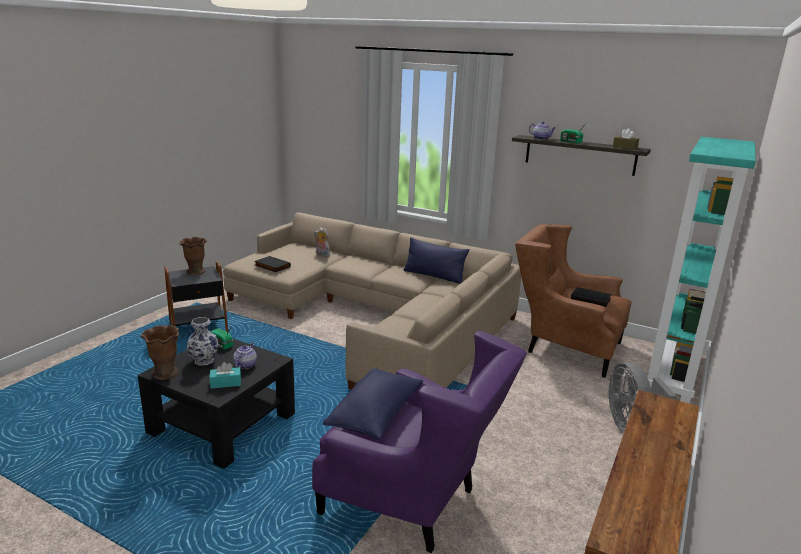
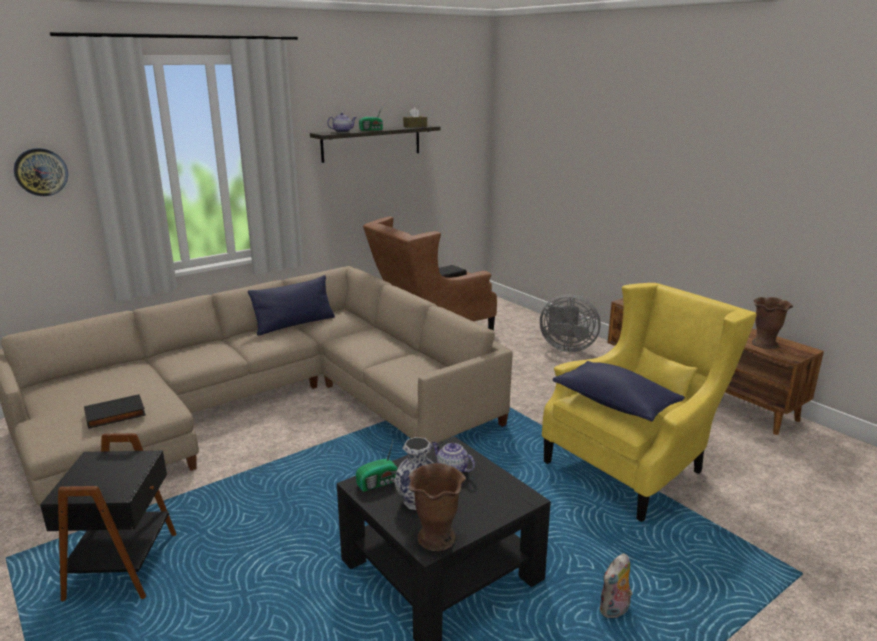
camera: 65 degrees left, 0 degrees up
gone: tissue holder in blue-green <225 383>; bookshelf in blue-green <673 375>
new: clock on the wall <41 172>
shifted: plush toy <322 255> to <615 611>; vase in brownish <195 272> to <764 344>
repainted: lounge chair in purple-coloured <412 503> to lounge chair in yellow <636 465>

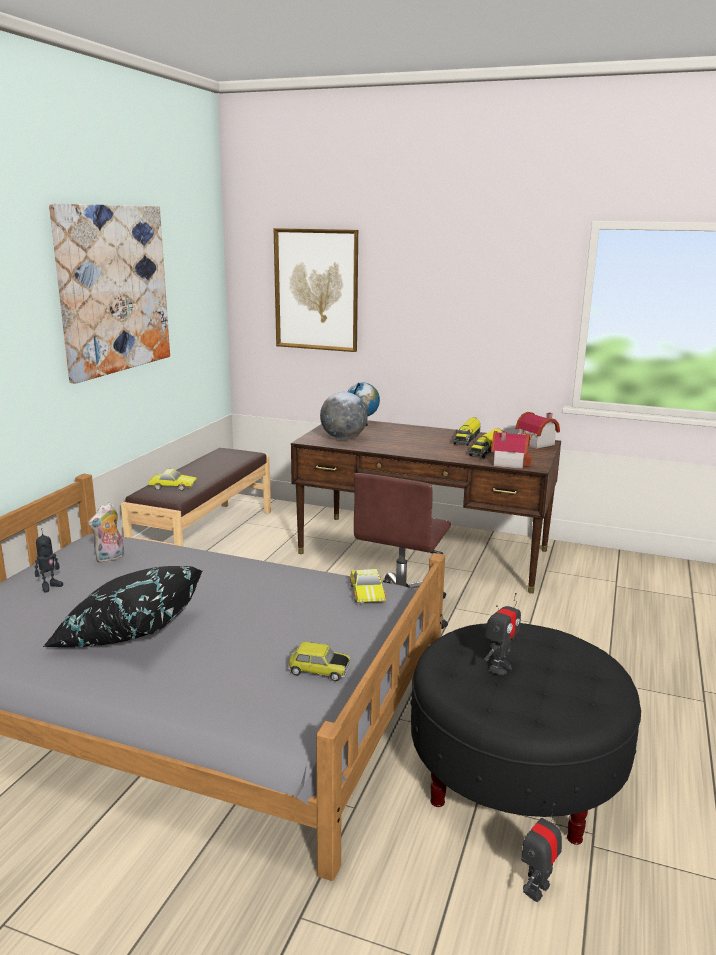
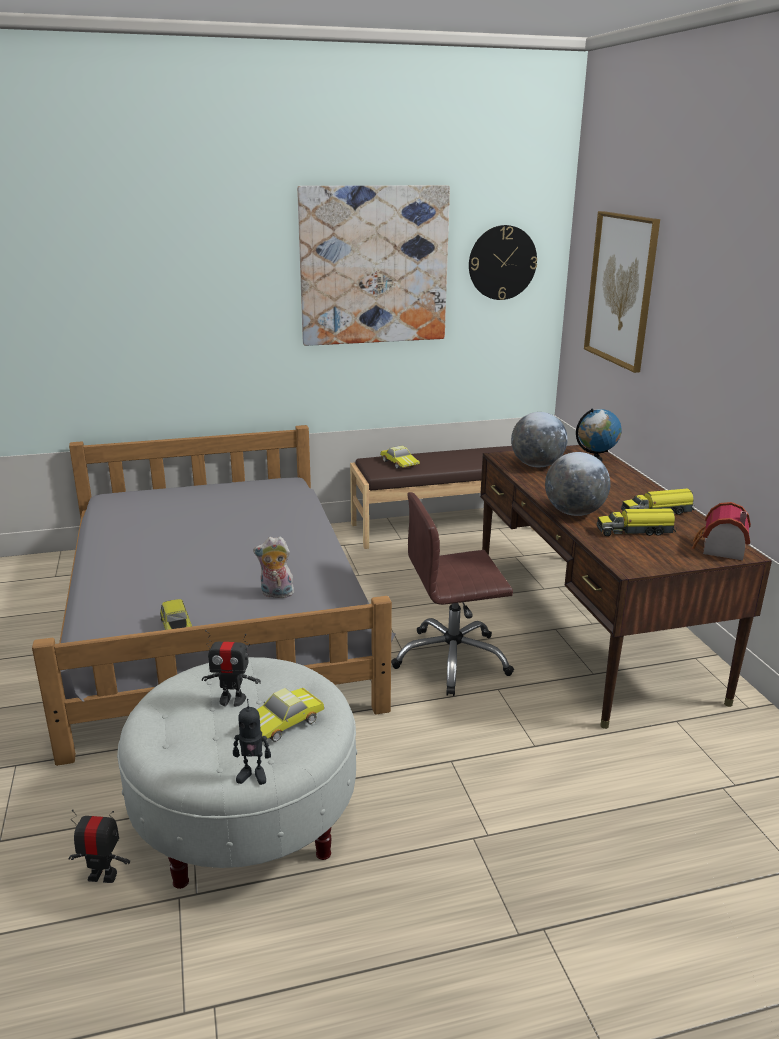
camera: 55 degrees right, 5 degrees up
gone: pillow in black-coloured <128 631>; toy house <508 462>
new: clock on the wall <502 262>; world globe <574 513>
shifted: robot figure <50 586> to <253 775>; plush toy <110 559> to <276 594>; toy car <368 592> to <284 723>
repainted: footrest in black-coloured <514 774> to footrest in whitish <246 817>

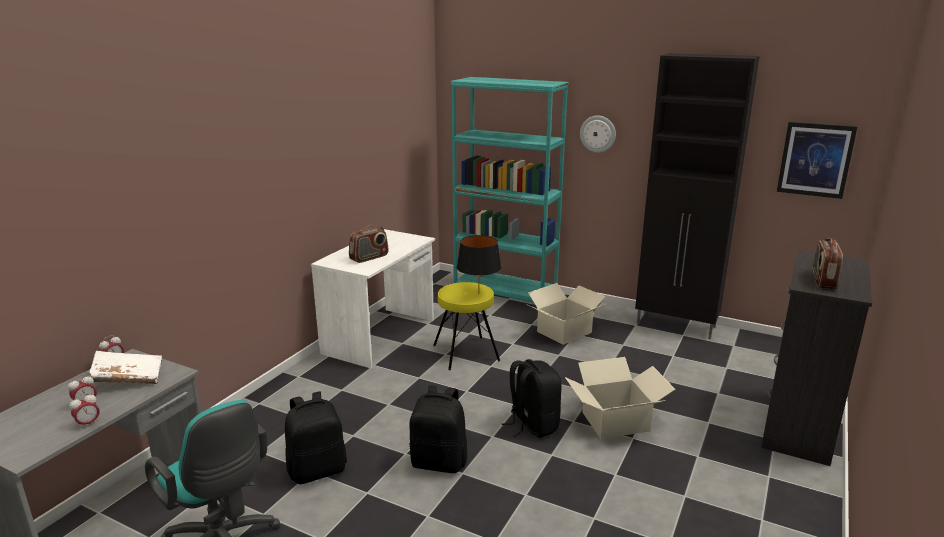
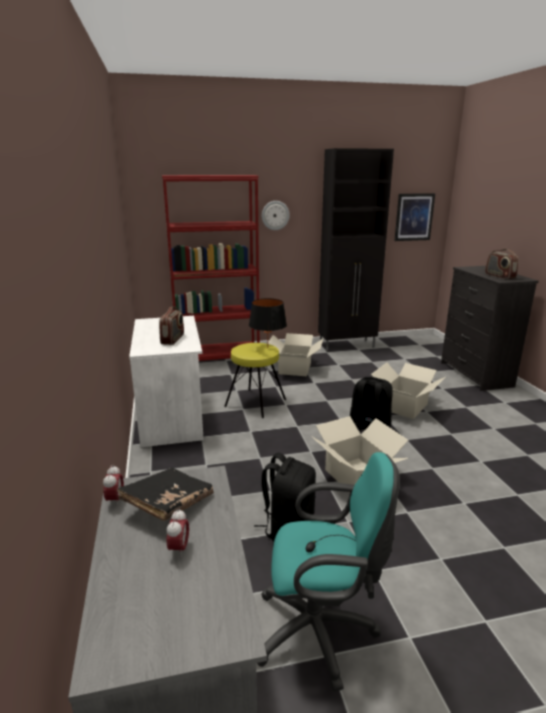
camera: 40 degrees left, 0 degrees up
gone: bedside clock <88 423>
swapped: rucksack in black-coloured <439 462> to cardboard box <357 476>
repainted: book in whitish <128 378> to book in black-coloured <168 504>; bookshelf in blue-green <505 293> to bookshelf in red-coloured <218 358>

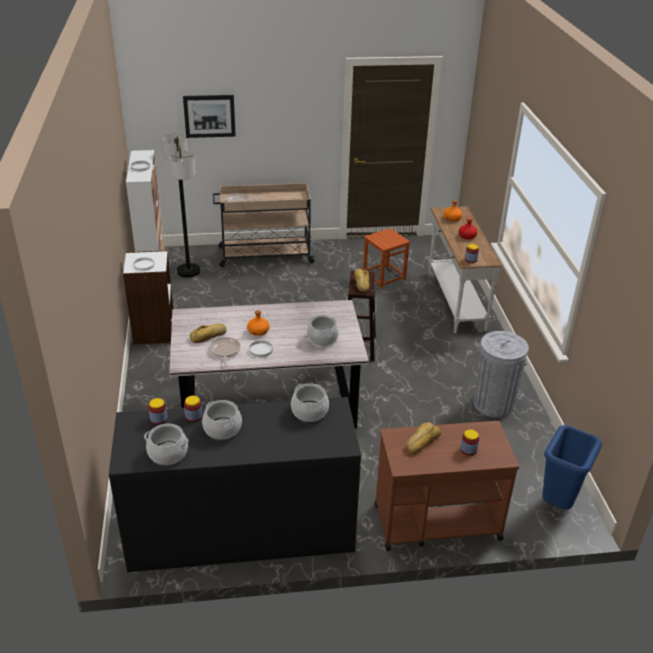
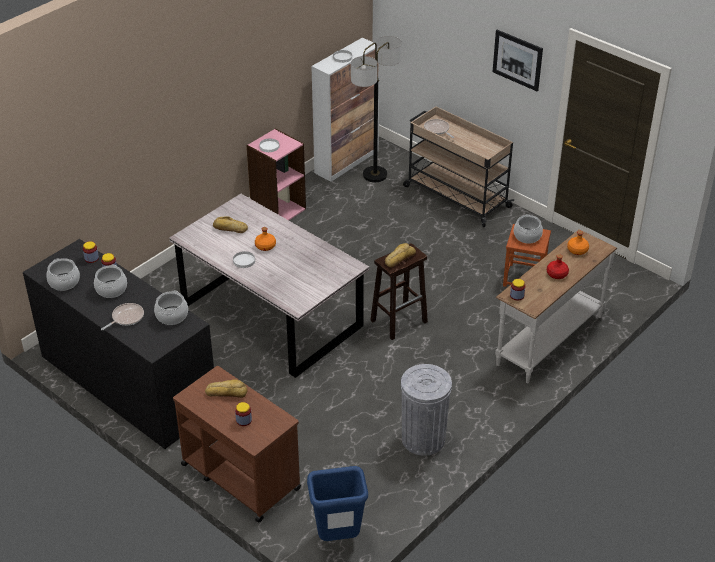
camera: 50 degrees right, 5 degrees up
shifted: pan <225 351> to <126 318>; picture <209 116> to <517 60>; cooking pot <322 338> to <527 236>
repainted: bookshelf in whitish <153 331> to bookshelf in pink-coloured <278 210>

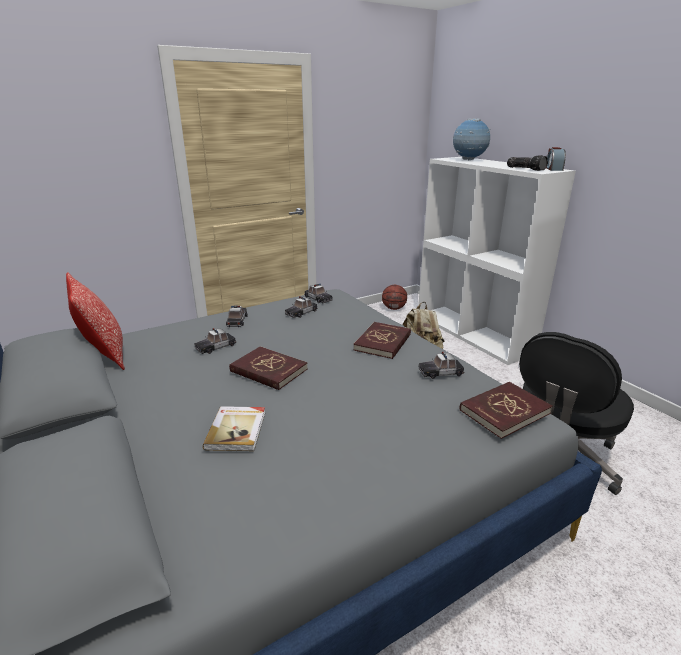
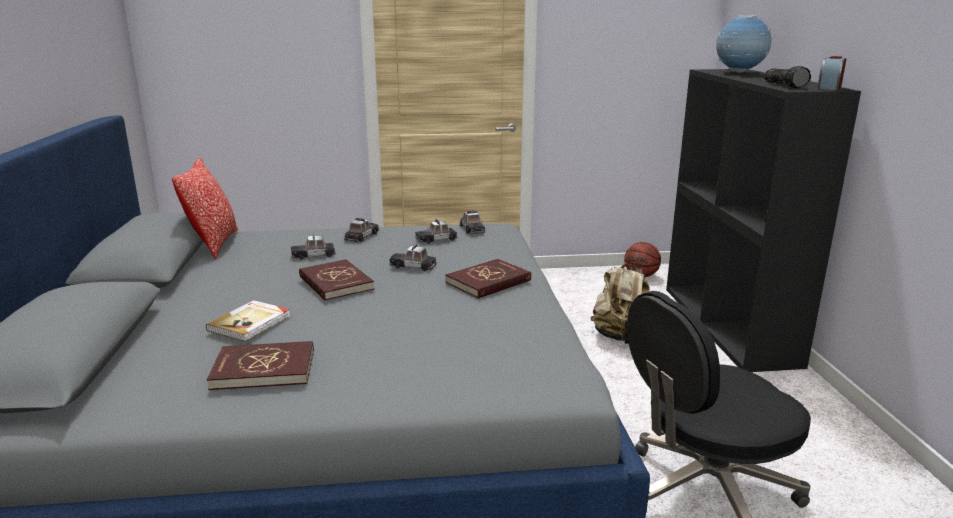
camera: 25 degrees right, 5 degrees down
shifted: book in red-coloured <504 411> to <264 369>; toy car <440 372> to <413 265>
repainted: bookshelf in whitish <474 333> to bookshelf in black-coloured <730 325>

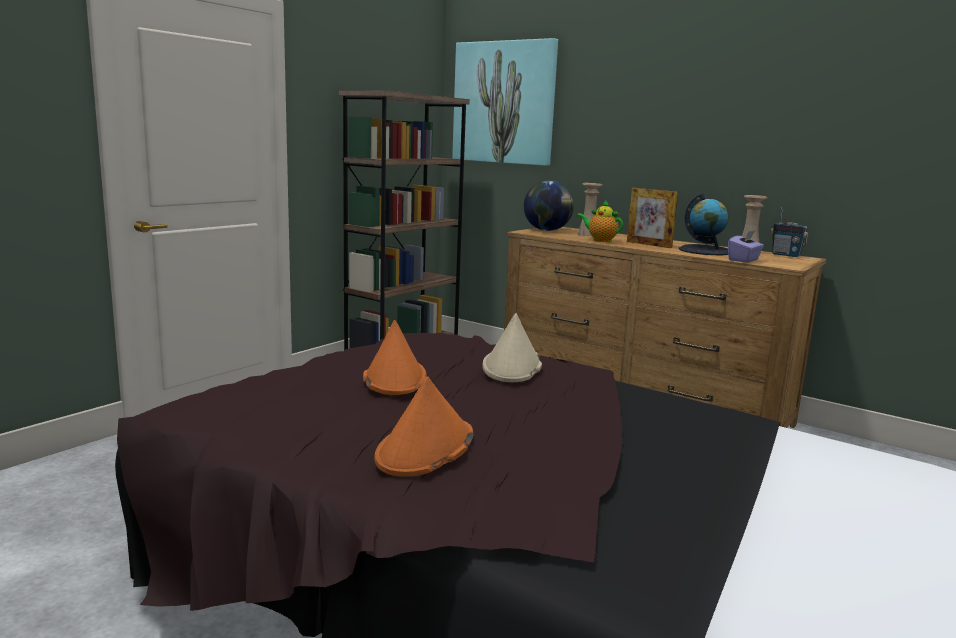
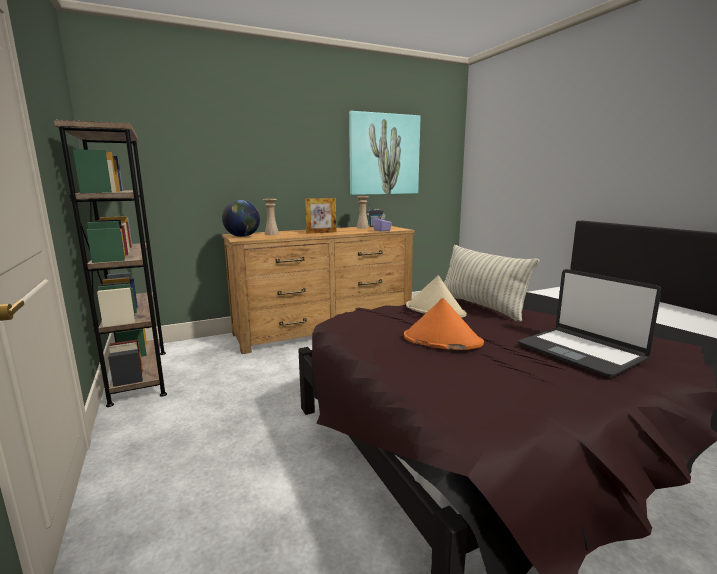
camera: 60 degrees left, 0 degrees up
gone: pot for tea <600 240>; world globe <705 251>
new: pillow <481 306>
shifted: picture <504 103> to <384 154>
swapped: wearable hat in orange <425 448> to portable computer <581 352>

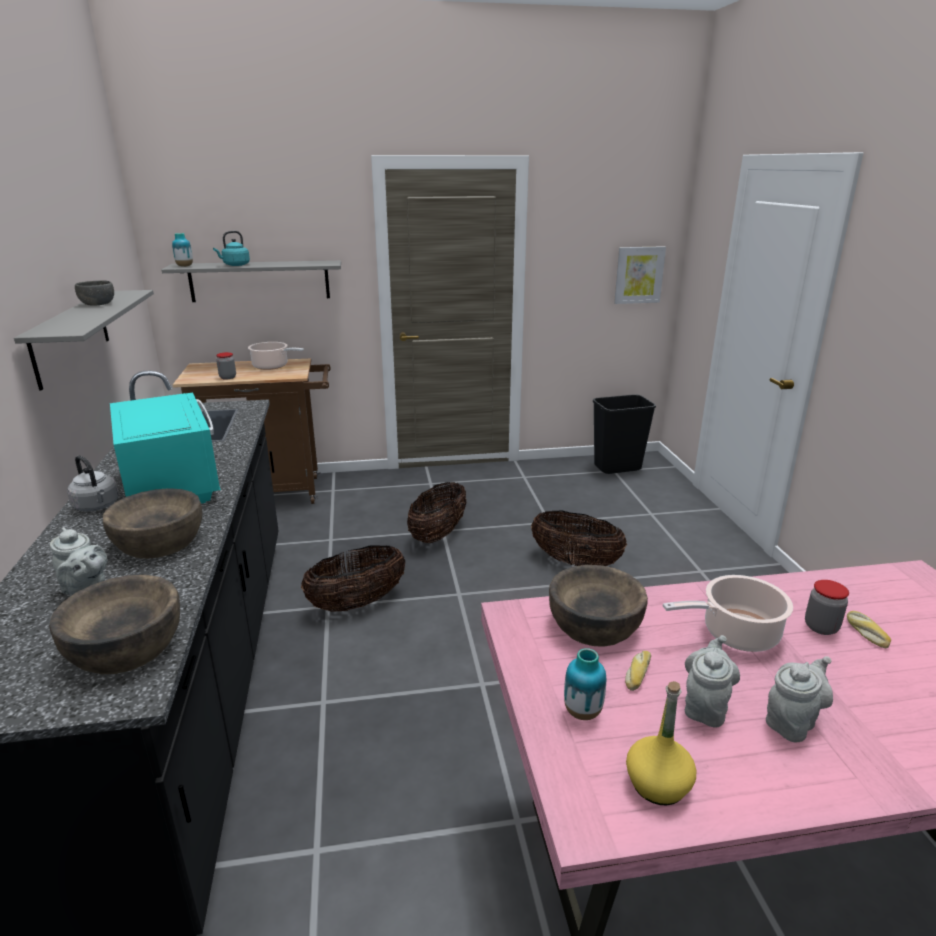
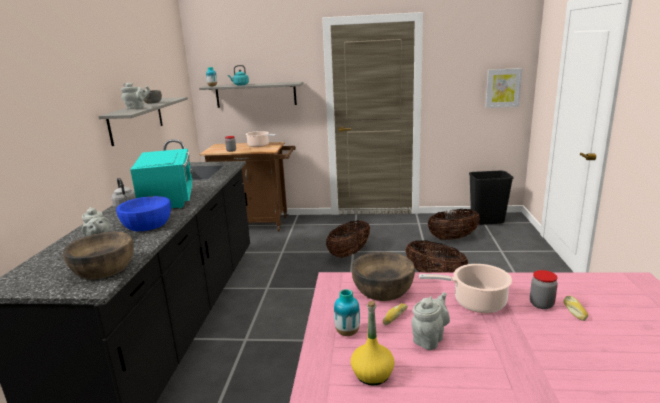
camera: 15 degrees right, 5 degrees down
shifted: pot for tea in gray <792 722> to <137 108>; storage basket <357 603> to <453 238>
repainted: serving bowl in brownish <159 541> to serving bowl in blue-coloured <147 224>

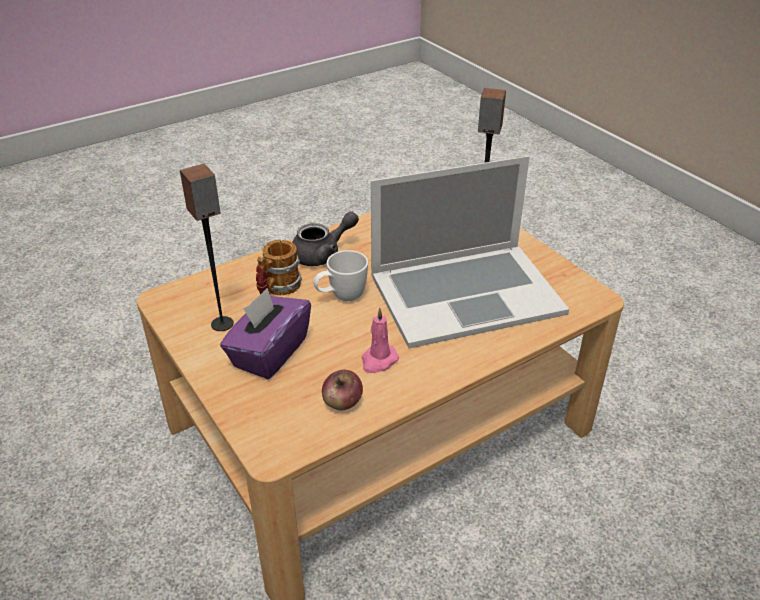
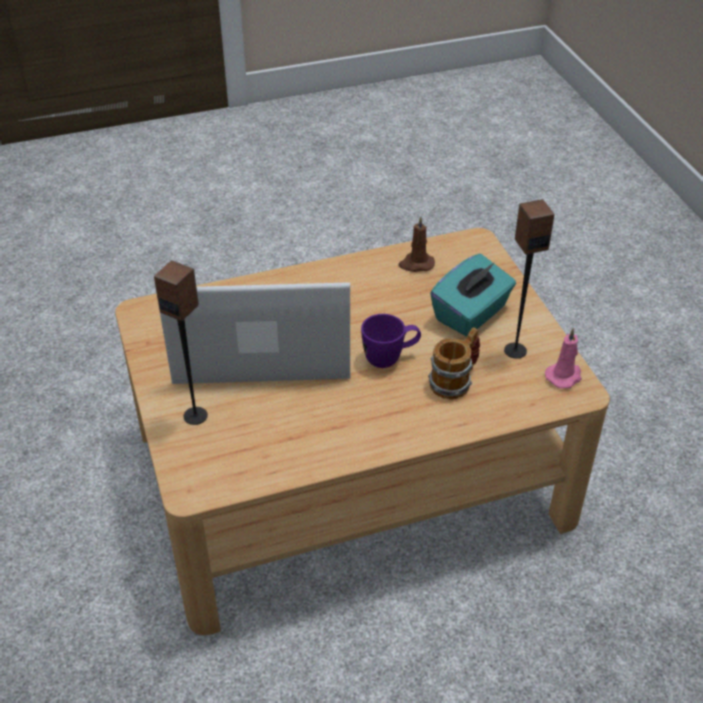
camera: 165 degrees left, 5 degrees up
gone: pot for tea in gray <323 254>
shifted: wax light in pink-coloured <378 361> to <564 376>
swapped: whole apple <342 403> to wax light in brownish <416 264>
repainted: coffee mug in whitish <341 297> to coffee mug in purple-coloured <390 358>; tissue holder in purple-coloured <269 353> to tissue holder in blue-green <471 314>

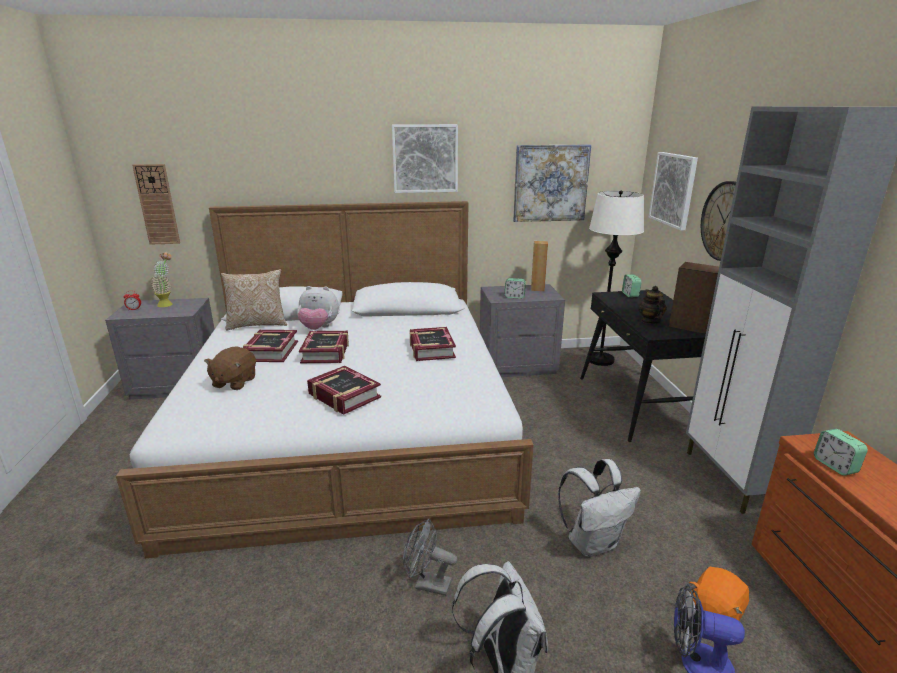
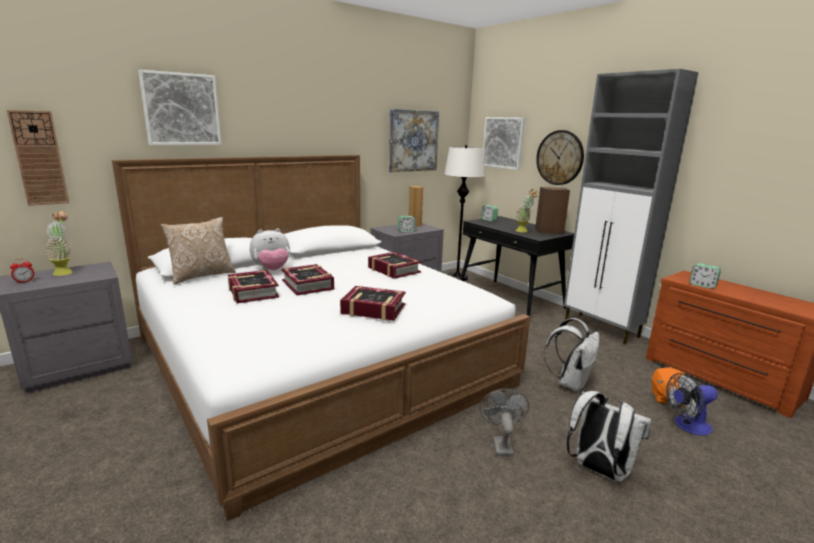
camera: 30 degrees left, 5 degrees down
gone: plush toy in brownish <234 382>
shifted: picture <425 158> to <181 109>
swapped: pot for tea <650 321> to plant in a pot <524 231>
rotated: electric fan in gray <427 584> = <501 444> 105 degrees clockwise

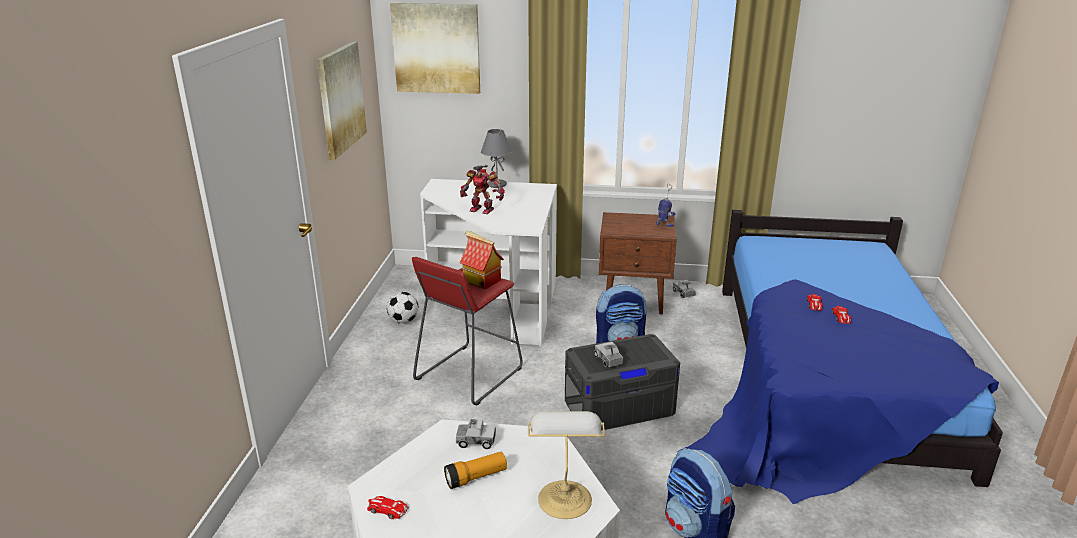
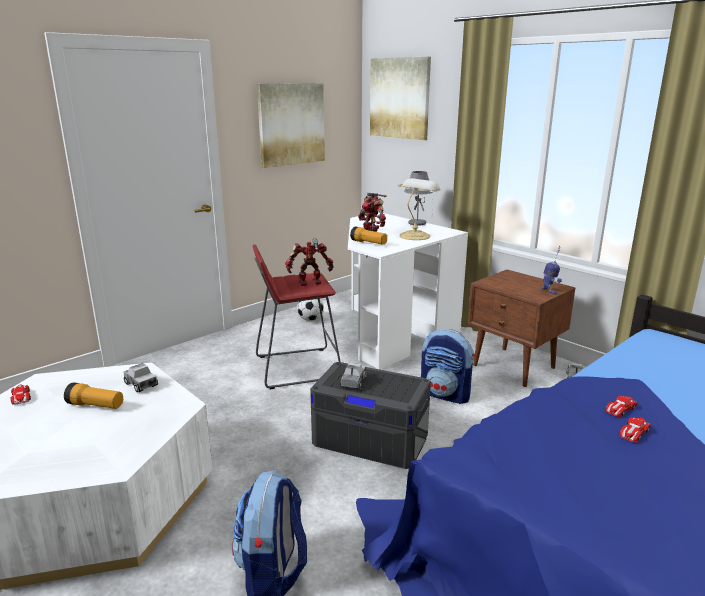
camera: 40 degrees right, 5 degrees down
new: torch <368 243>
shifted: lamp for a table <564 497> to <415 235>
swapped: toy house <481 281> to robot figure <310 283>

